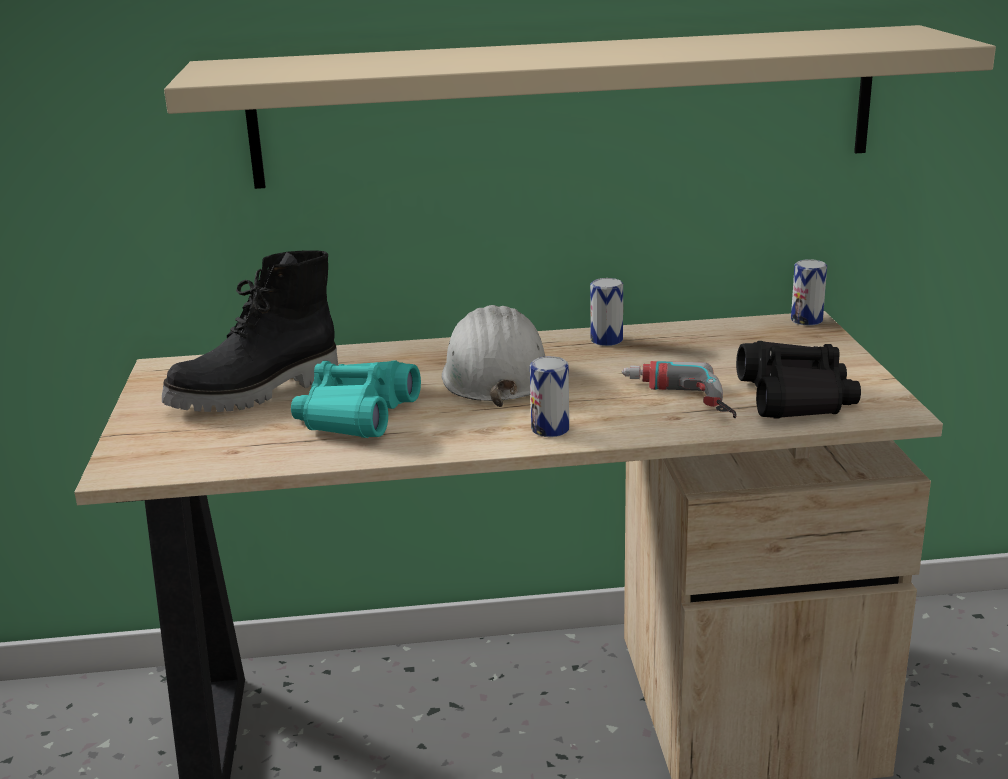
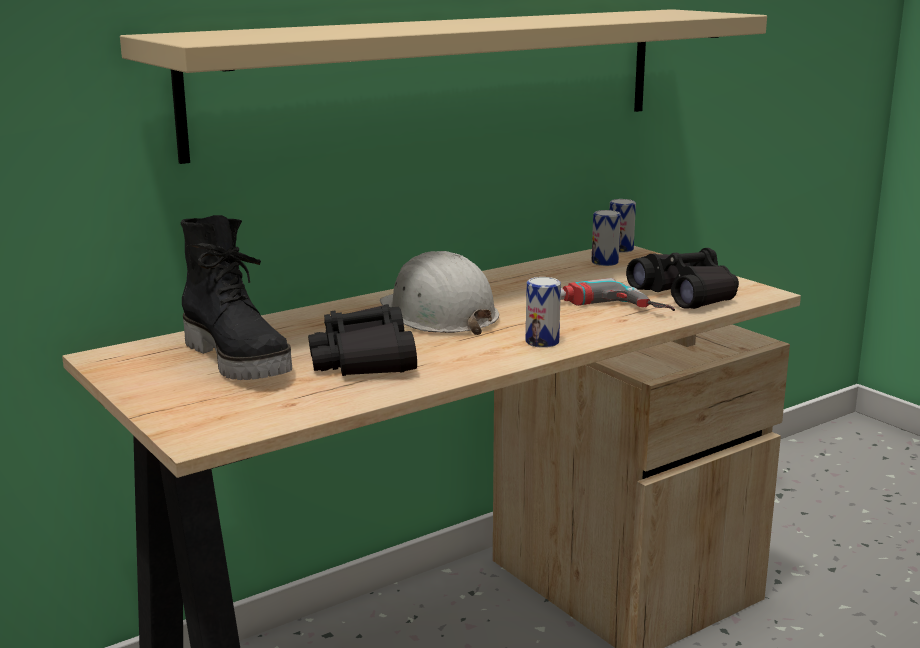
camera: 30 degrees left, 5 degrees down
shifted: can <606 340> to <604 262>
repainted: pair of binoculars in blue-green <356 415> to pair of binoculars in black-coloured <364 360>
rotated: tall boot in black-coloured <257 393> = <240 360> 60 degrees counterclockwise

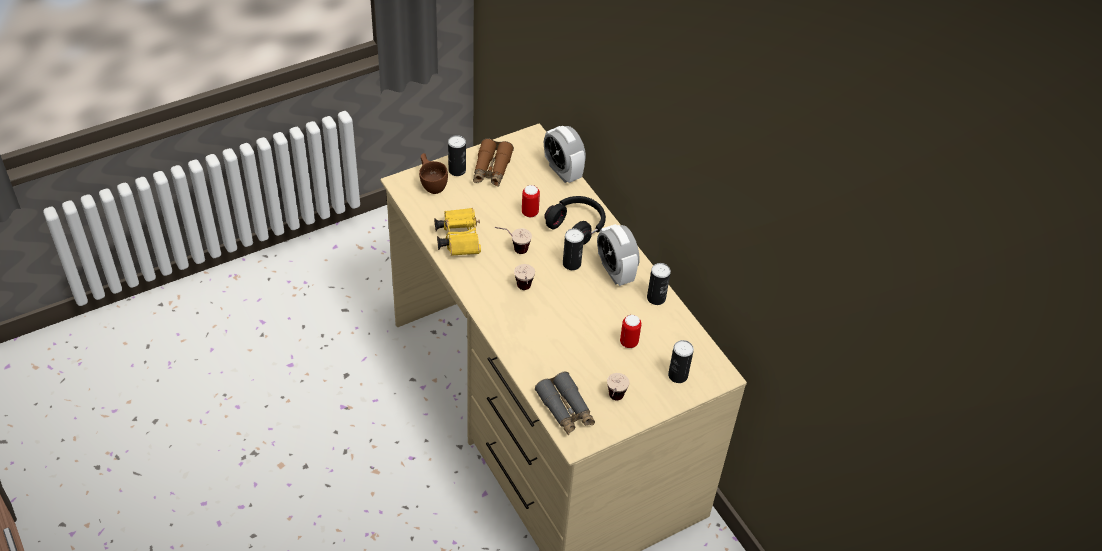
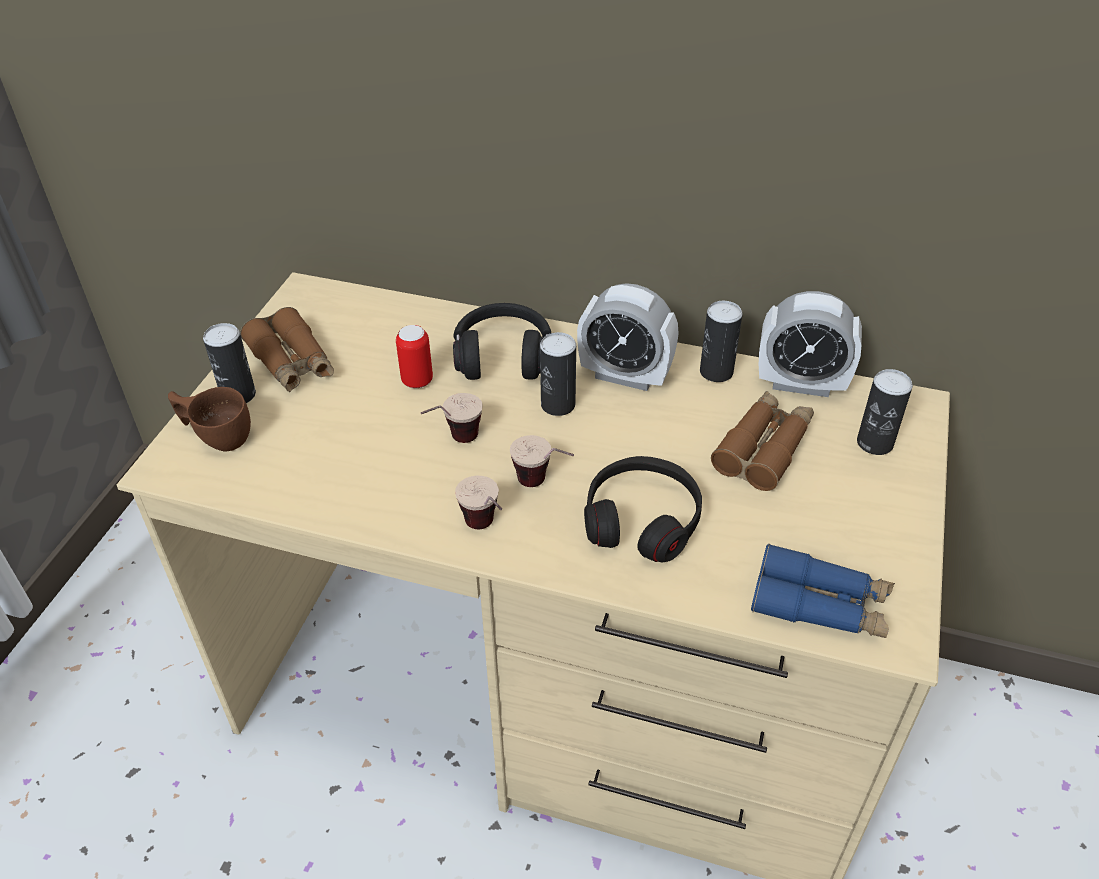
camera: 40 degrees left, 5 degrees down
gone: pair of binoculars in yellow <458 238>
new: pair of headphones in black-coloured <642 519>
shifted: drinking cup <614 402> to <486 531>; bedside clock <563 171> to <801 384>
swapped: can <629 342> to pair of binoculars in brownish <764 448>
repainted: pair of binoculars in gray <565 409> to pair of binoculars in blue-coloured <820 605>

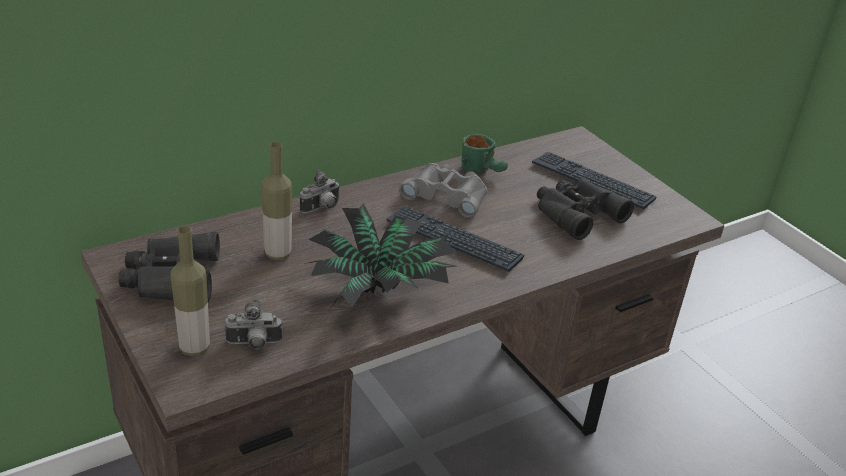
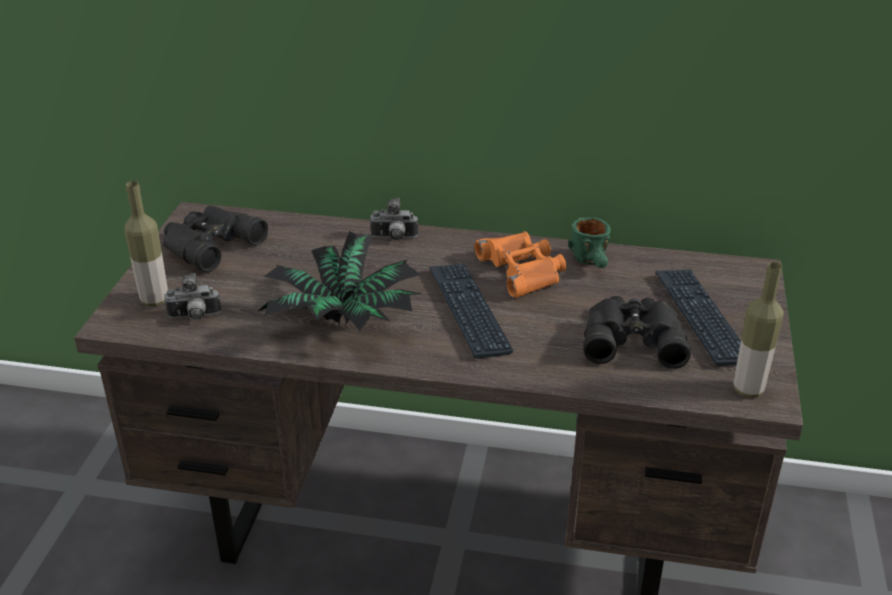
camera: 45 degrees right, 0 degrees up
shifted: drink bottle <278 254> to <748 389>
repainted: pair of binoculars in gray <447 195> to pair of binoculars in orange <522 270>
rotated: still camera <254 344> = <194 317> 45 degrees counterclockwise

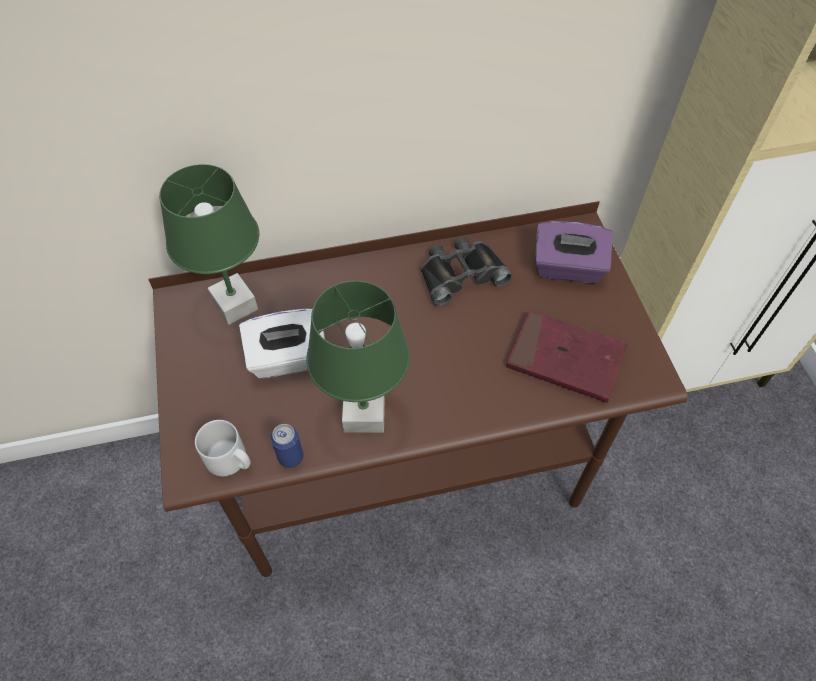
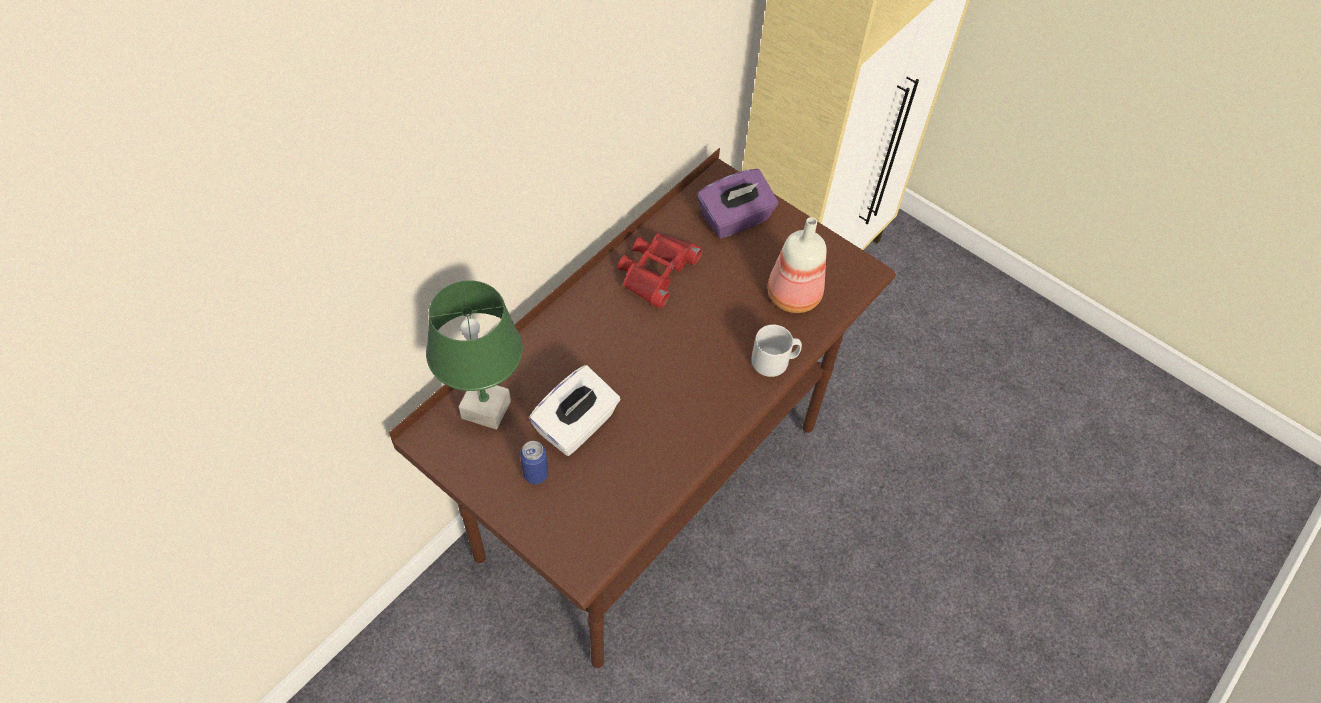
camera: 40 degrees left, 0 degrees up
gone: lamp for a table in green <363 416>
shifted: can <291 457> to <535 474>; coffee mug in gray <230 460> to <774 361>
swapped: book in red-coloured <565 359> to drink bottle <792 294>
repainted: pair of binoculars in black-coloured <460 274> to pair of binoculars in red-coloured <656 271>

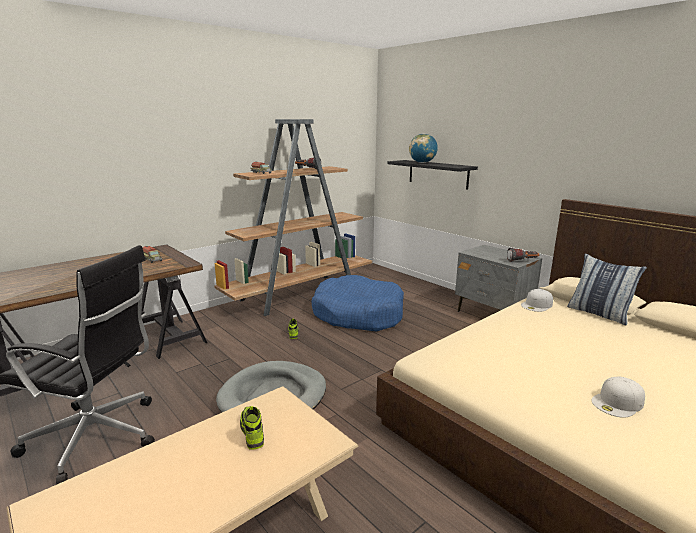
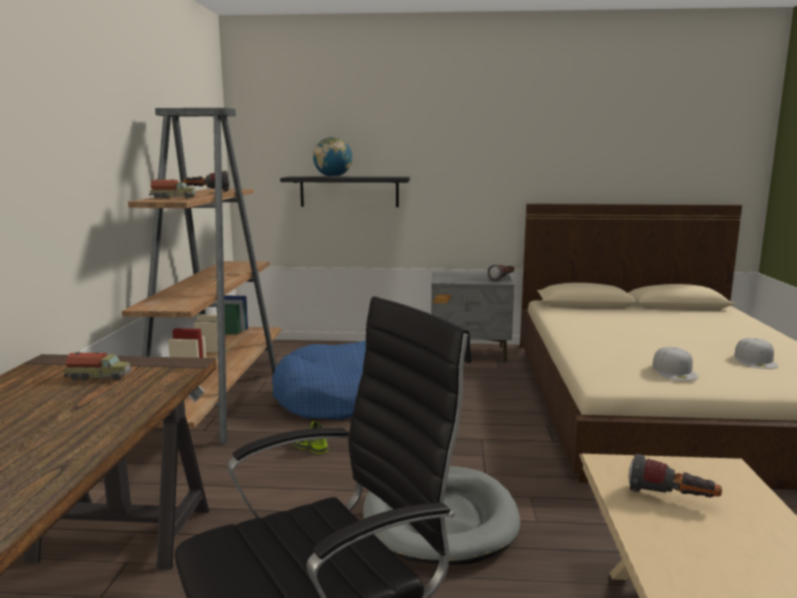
camera: 45 degrees left, 5 degrees down
gone: pillow <599 314>
shifted: baseball cap in whitish <537 305> to <675 371>
swapped: shoe <252 432> to torch <671 498>

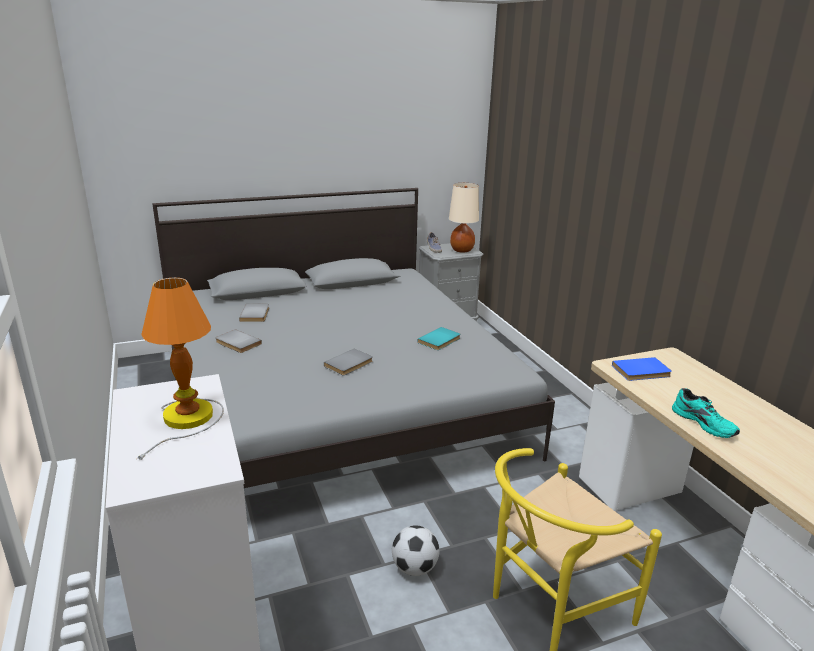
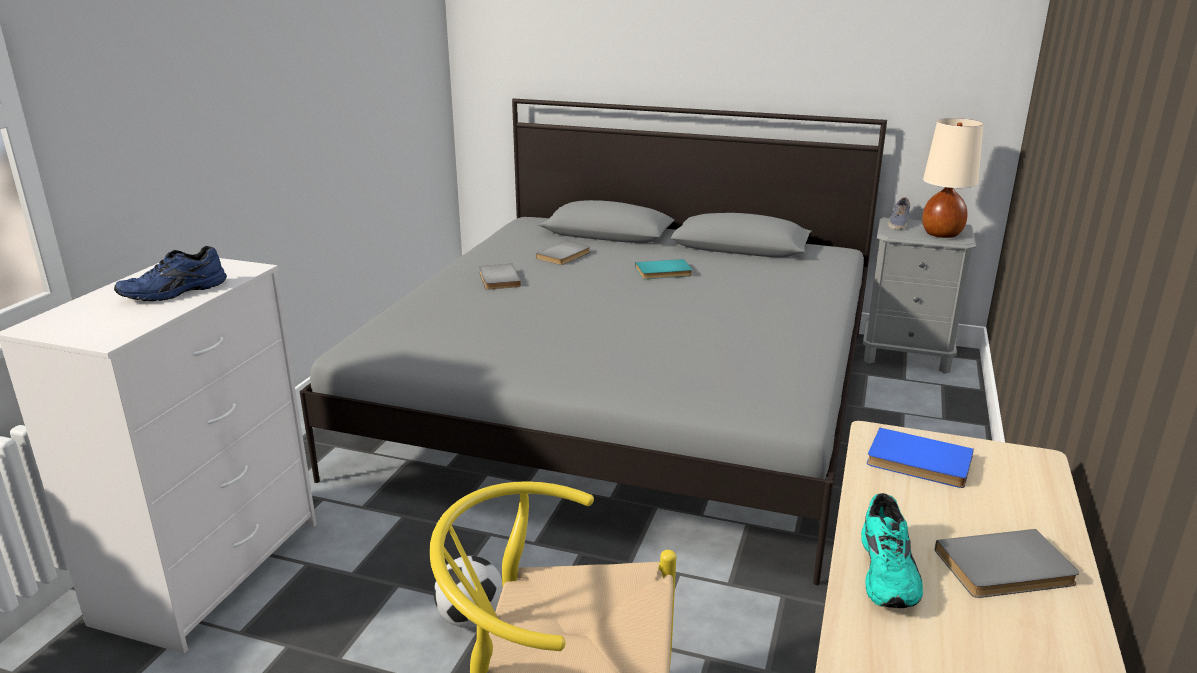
camera: 40 degrees right, 0 degrees up
shifted: book in blue-green <440 340> to <664 272>; book in gray <350 364> to <1006 570>
swapped: lamp for a table <188 419> to shoe in blue-coloured <175 292>

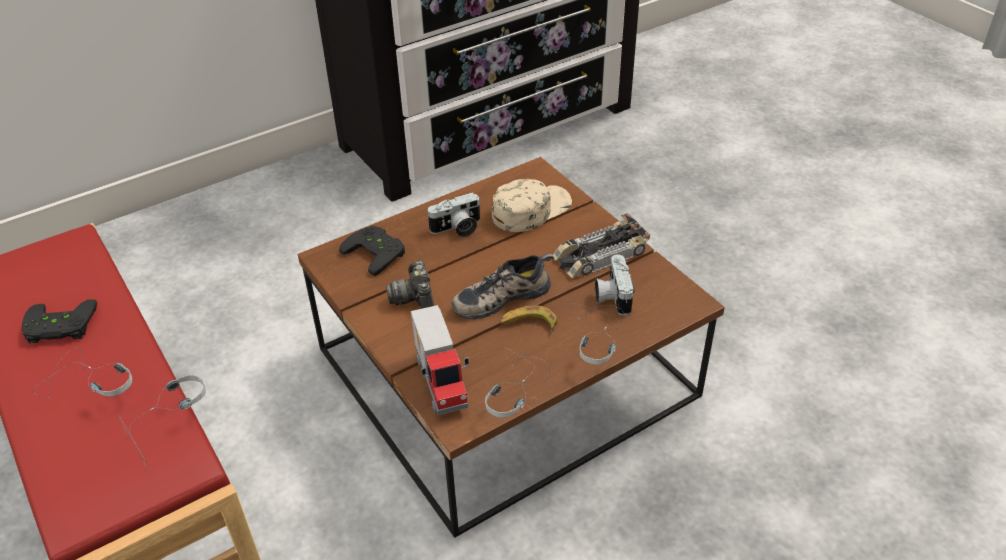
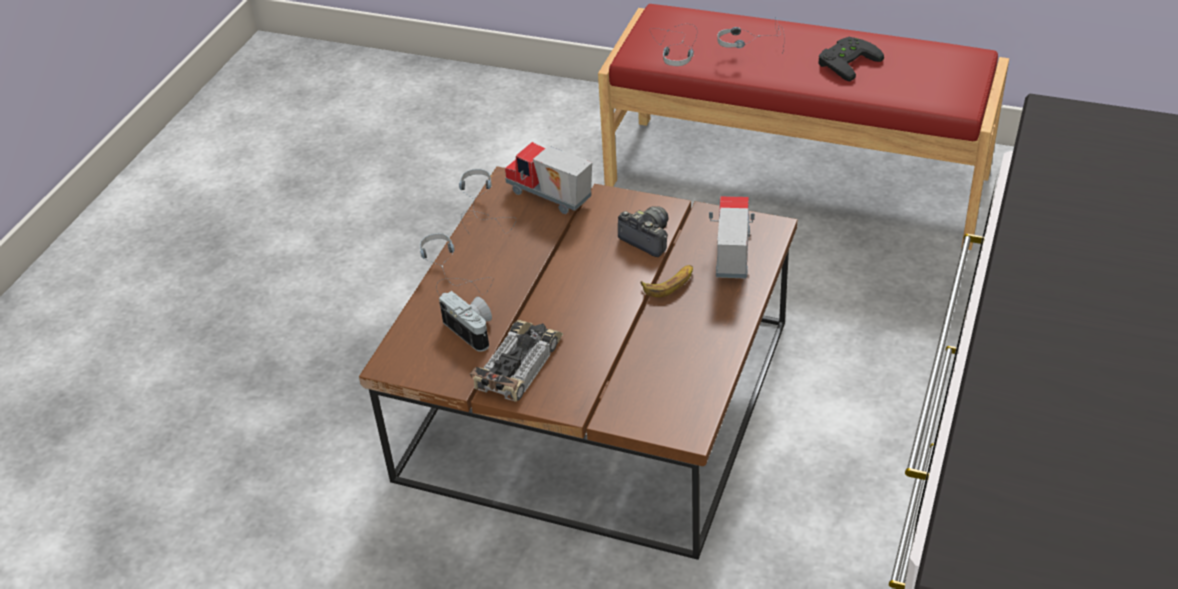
camera: 145 degrees right, 0 degrees up
gone: still camera <457 229>; shoe <501 296>; baseball cap in sand-coloured <530 209>
shifted: banana <528 324> to <669 284>
swapped: gamepad in black-coloured <378 252> to model truck <730 256>

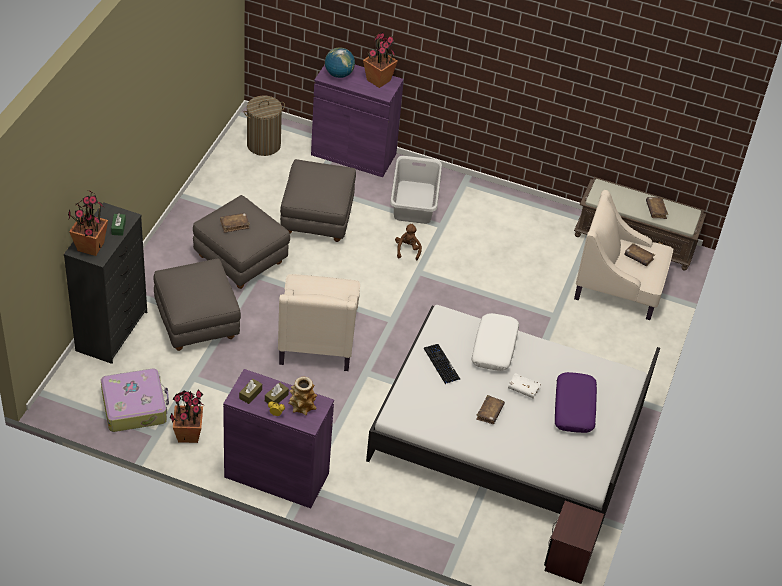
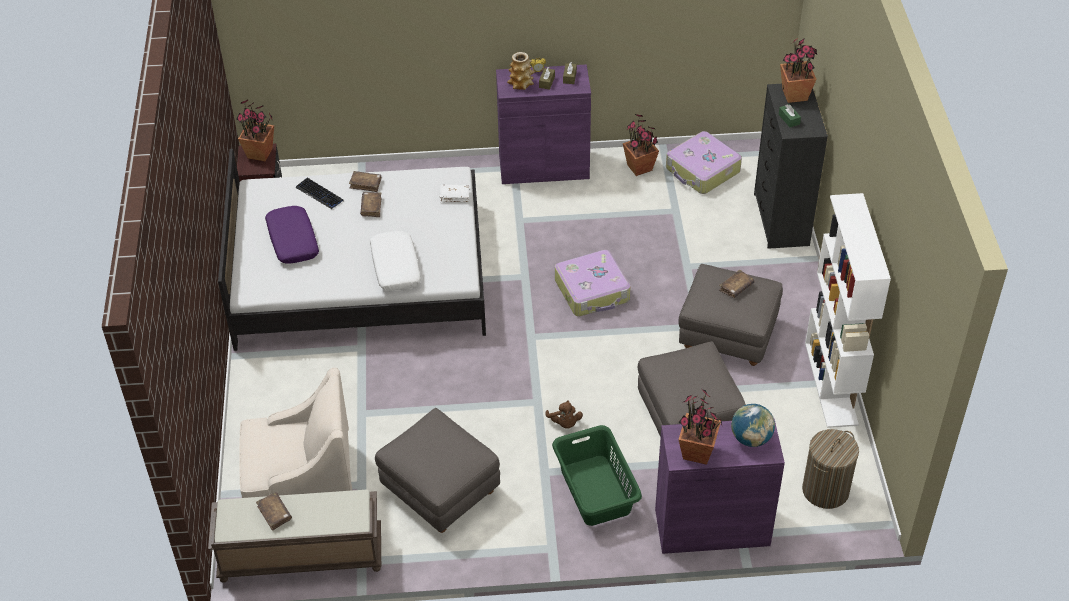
camera: 160 degrees right, 0 degrees up
new: plant in a pot <260 153>; bookshelf in whitish <831 383>
shifted: computer keyboard <441 364> to <319 194>; book in brownish <638 257> to <365 184>; footrest in gray <197 323> to <439 491>; book in whitish <523 389> to <455 196>
swapped: lounge chair in sand-coloured <318 336> to suitcase <593 291>
repainted: laundry basket in gray <414 202> to laundry basket in green <595 491>

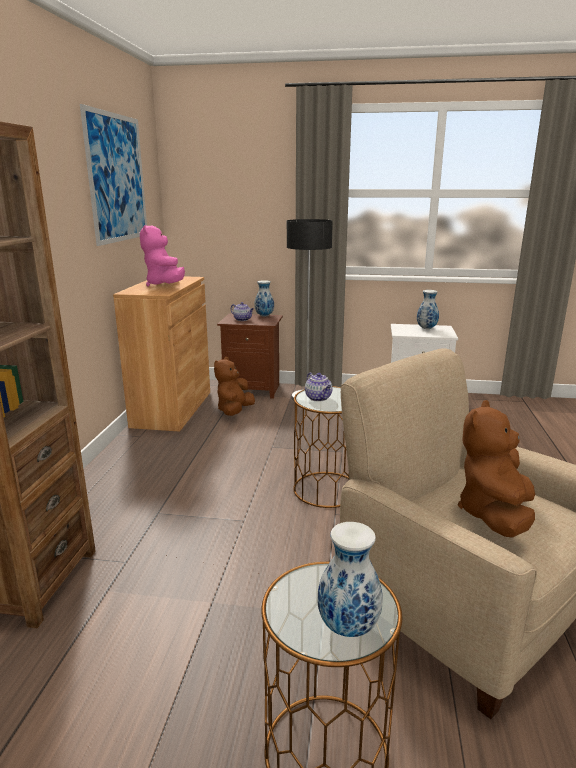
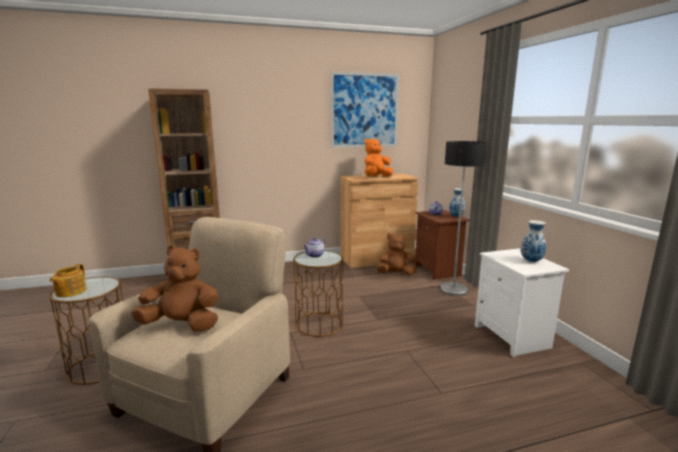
camera: 65 degrees right, 5 degrees down
swapped: vase <347 628> to pot for tea <70 292>
repainted: plush toy in pink-coloured <165 285> to plush toy in orange <376 177>

